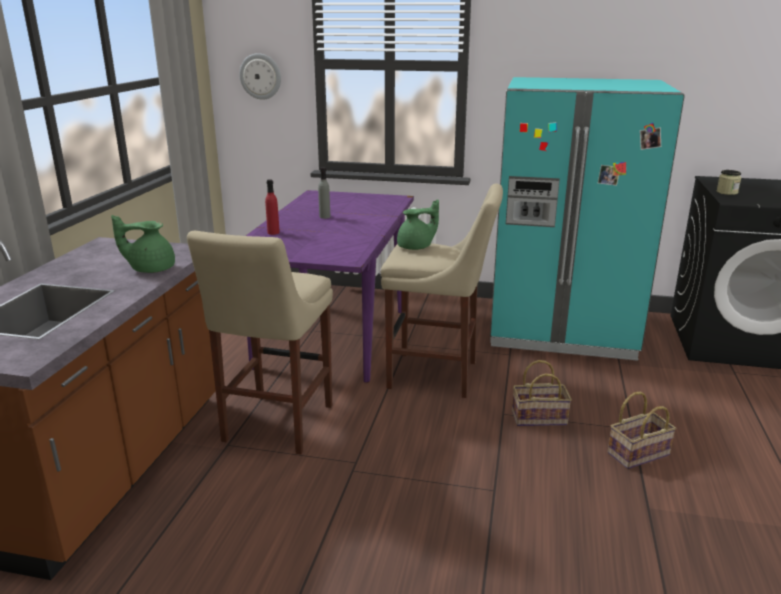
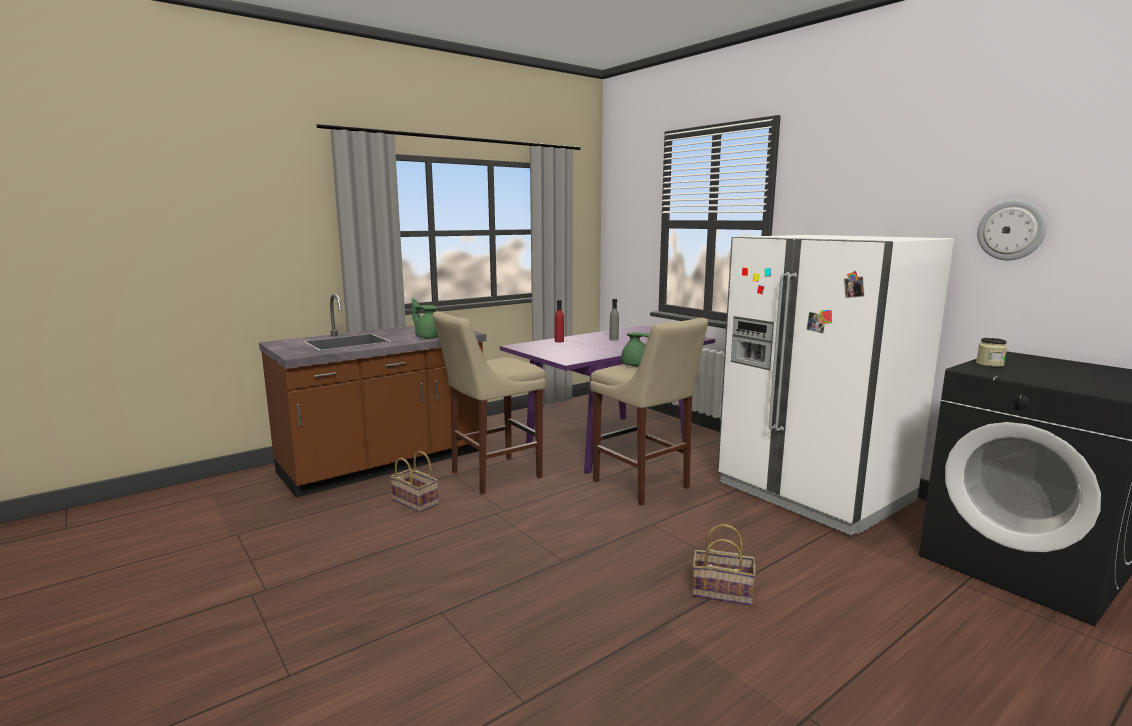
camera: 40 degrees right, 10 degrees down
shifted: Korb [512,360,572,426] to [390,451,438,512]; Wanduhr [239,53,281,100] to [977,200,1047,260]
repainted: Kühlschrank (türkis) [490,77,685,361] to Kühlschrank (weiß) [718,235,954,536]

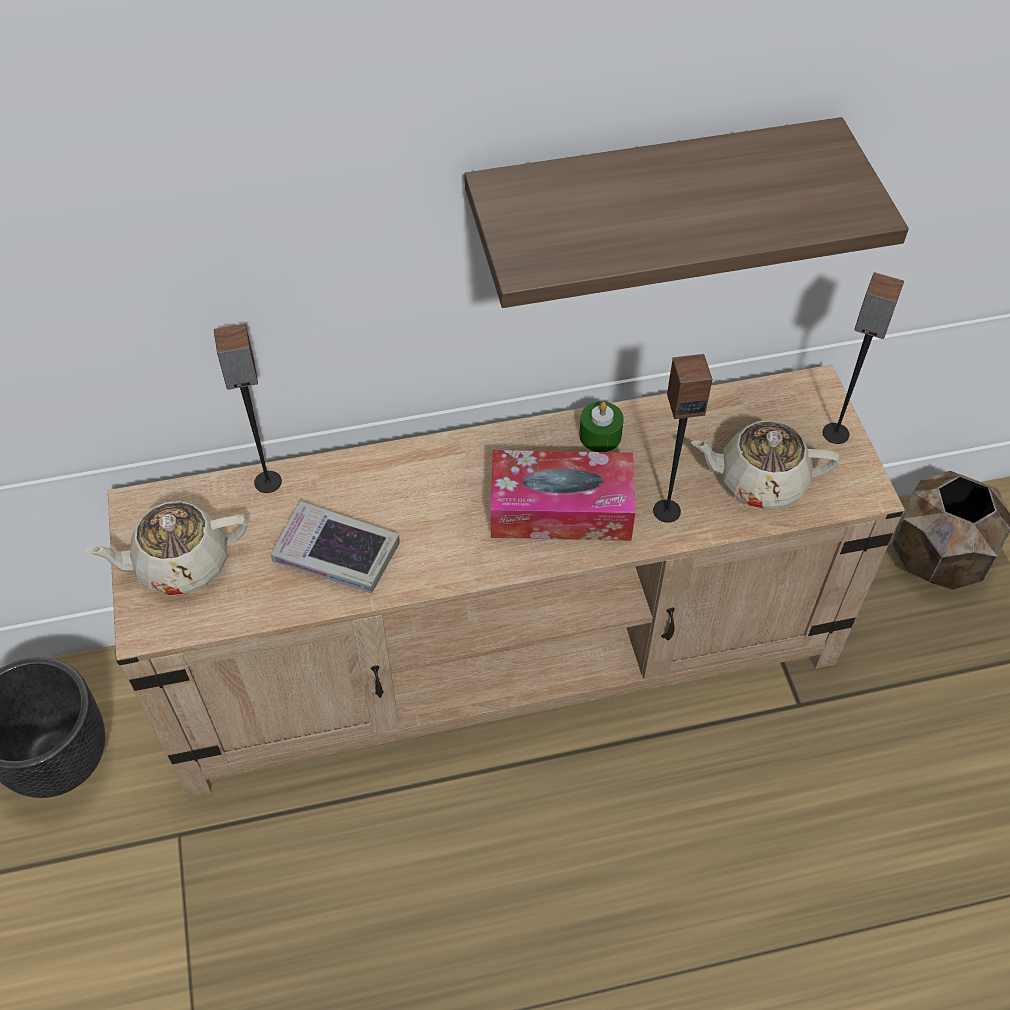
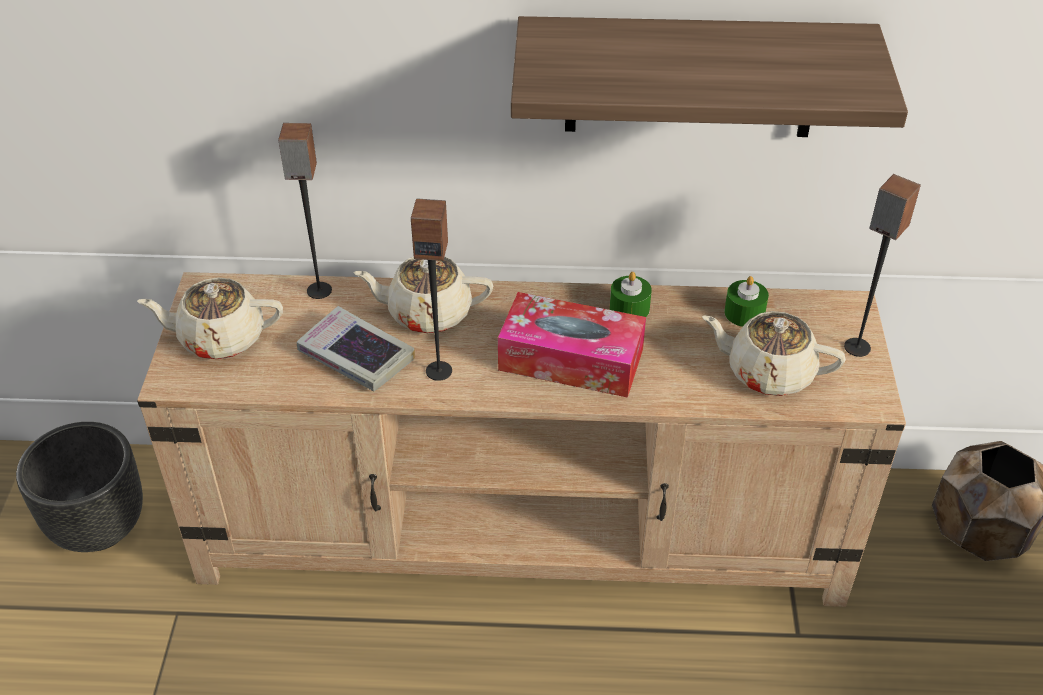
camera: 15 degrees right, 10 degrees down
new: Teekanne (beige) [353,256,493,333]; Kerze (grün) [724,276,769,327]
shifted: Lautsprecher [653,354,712,522] to [411,198,452,381]

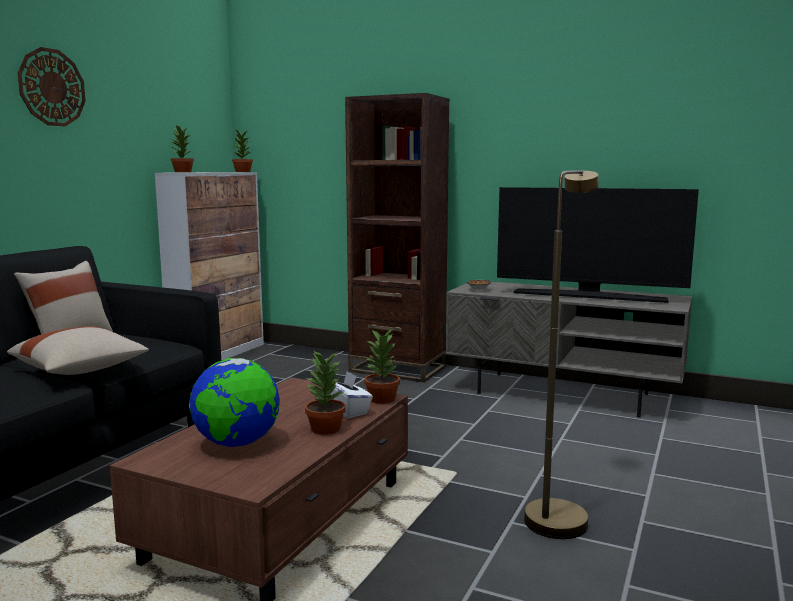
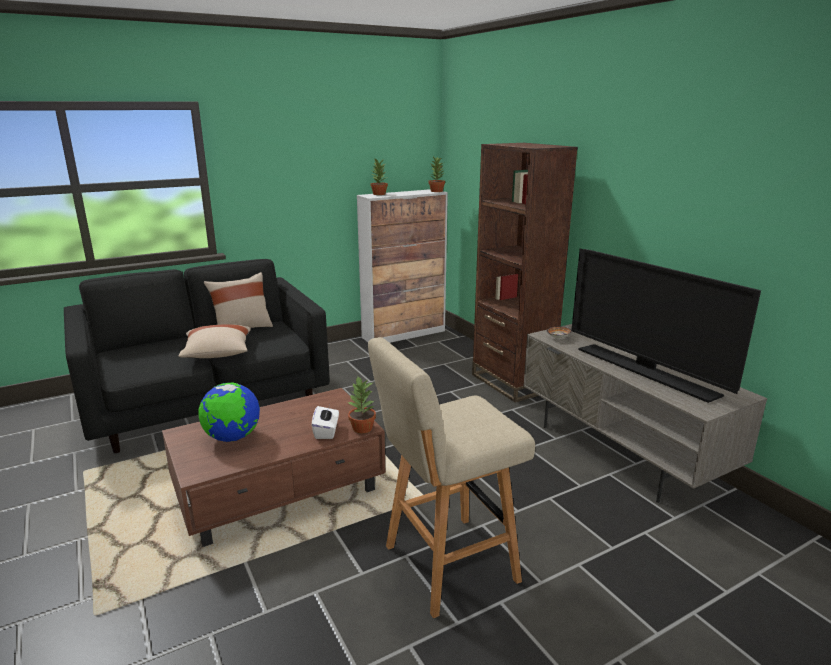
camera: 35 degrees right, 10 degrees up
gone: Wanduhr [18,47,86,126]; Topfpflanze [305,351,346,435]
swapped: Stehlampe (braun) [524,170,599,539] to Hocker (beige) [368,337,535,618]

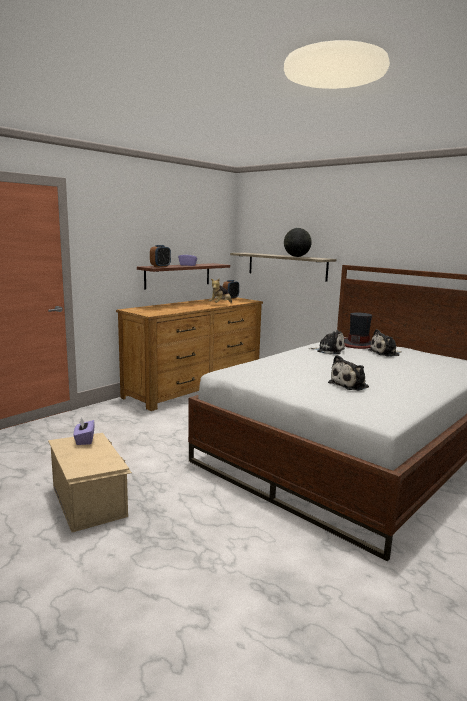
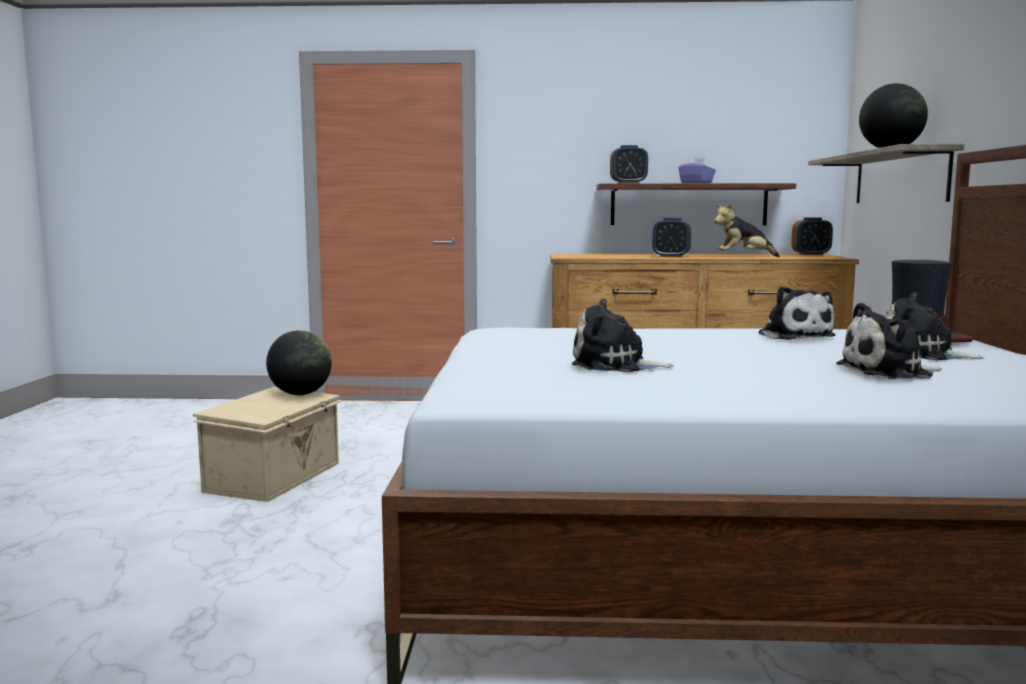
camera: 50 degrees right, 5 degrees down
new: Wecker [652,218,692,257]; Plüschtier [836,302,942,379]
swapped: Taschentuchbox (lila) [73,417,95,445] to Globus [266,330,332,395]

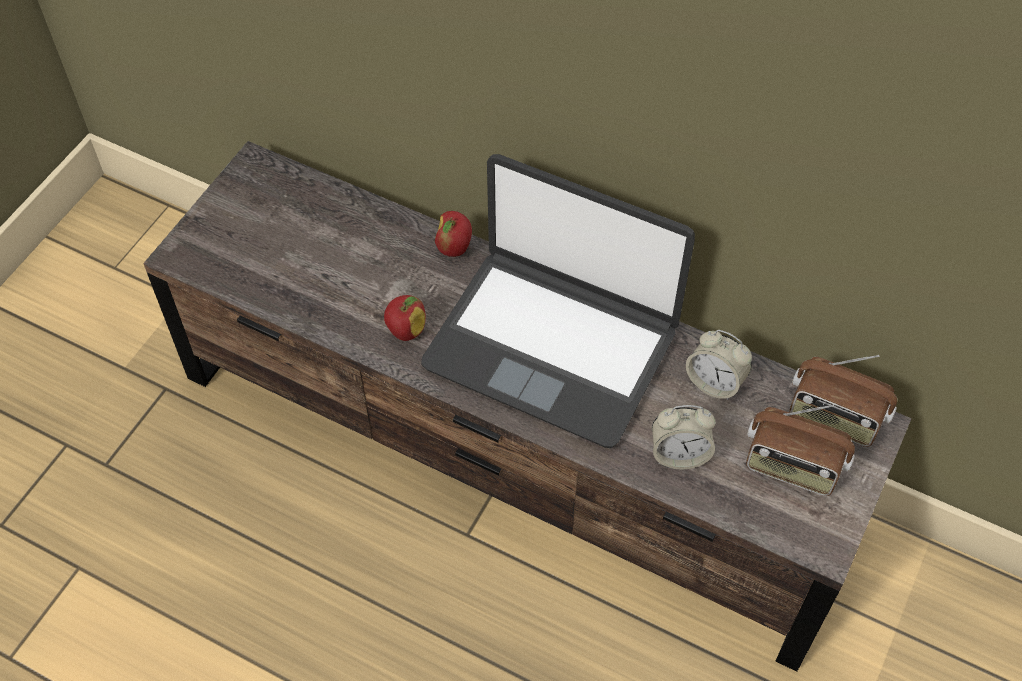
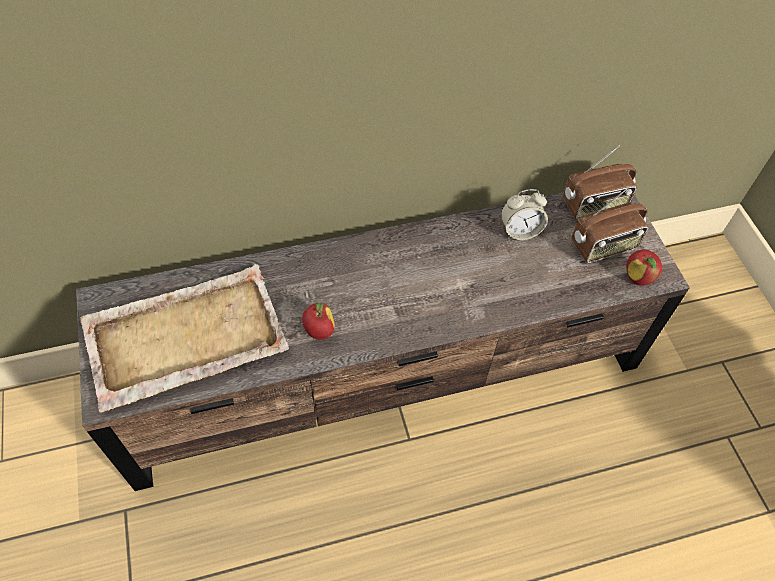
camera: 45 degrees left, 0 degrees up
gone: Laptop [421,154,695,448]; Wecker [652,405,716,469]
new: Tablett (beige) [80,264,289,413]
shifted: Apfel [435,211,472,257] to [627,249,662,286]

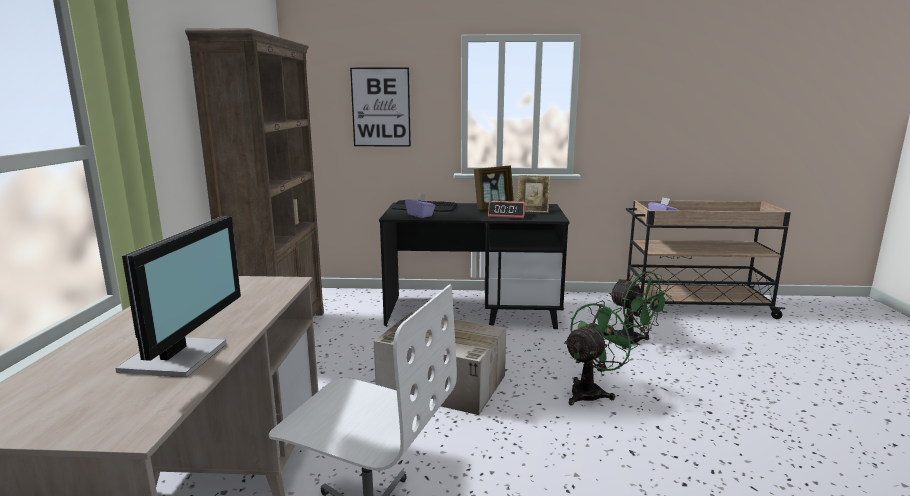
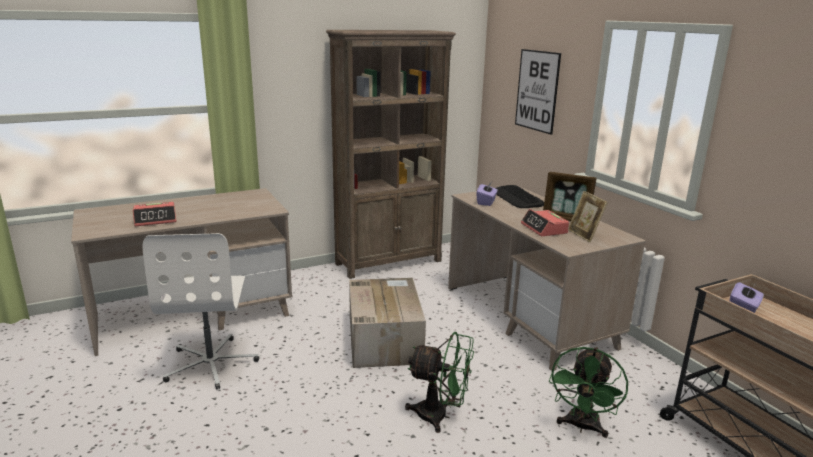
camera: 60 degrees right, 5 degrees up
swapped: Monitor [115,216,241,377] to Wecker [133,202,177,226]
repainted: Schreibtisch (schwarz) [379,203,570,329] to Schreibtisch (beige) [448,186,646,371]

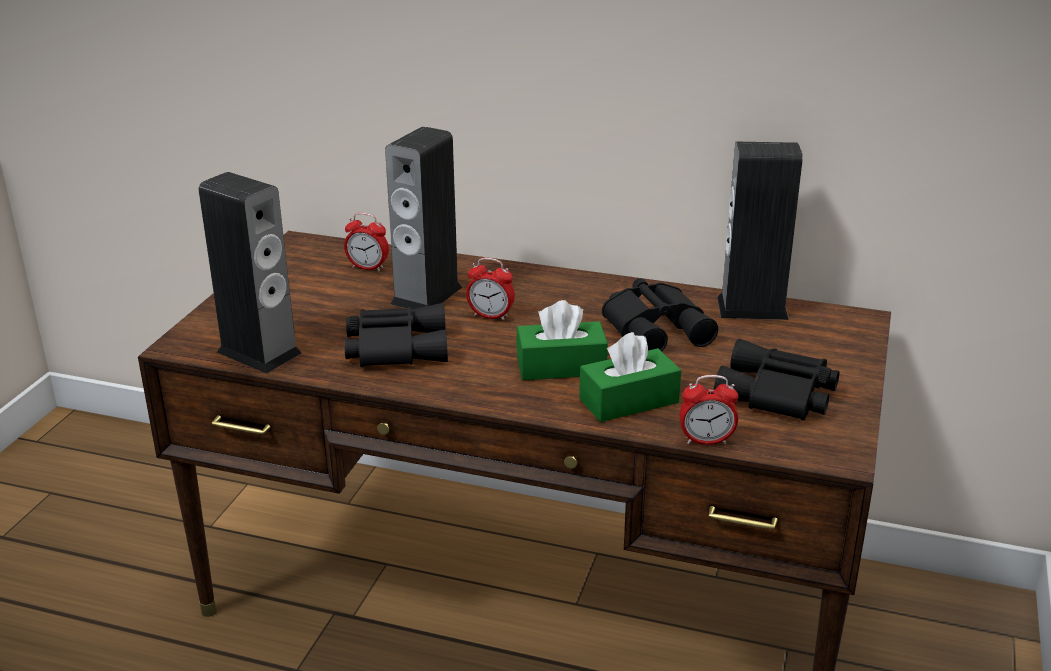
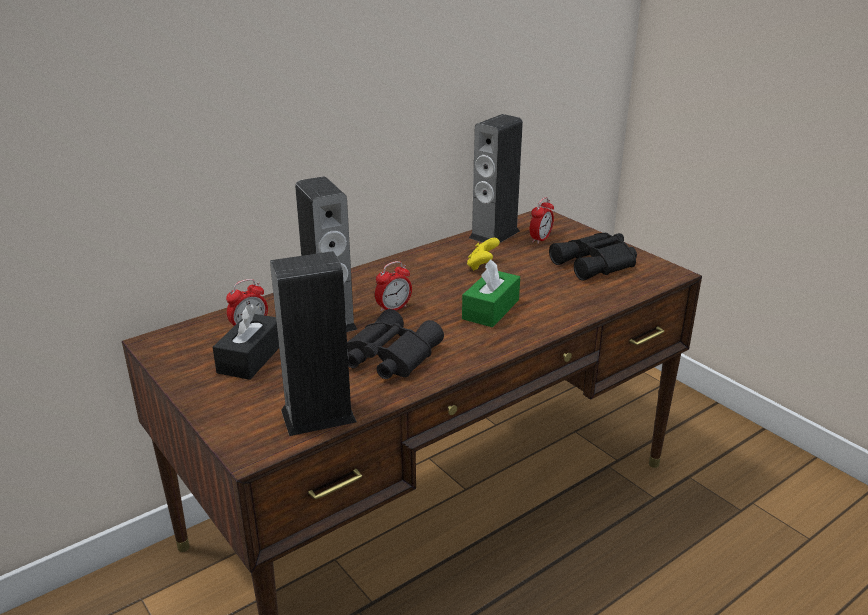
camera: 55 degrees left, 0 degrees up
gone: Taschentuchbox (grün) [579,332,681,422]
new: Taschentuchbox (schwarz) [213,304,279,380]
shifted: Wecker [680,375,738,445] to [530,197,554,244]
swapped: Fernglas (schwarz) [602,278,718,351] to Gamepad (gelb) [467,238,500,271]

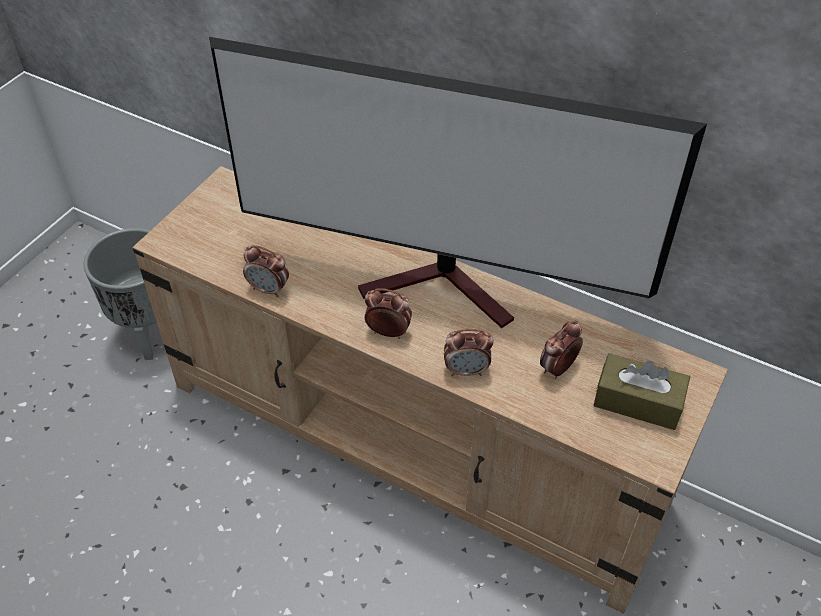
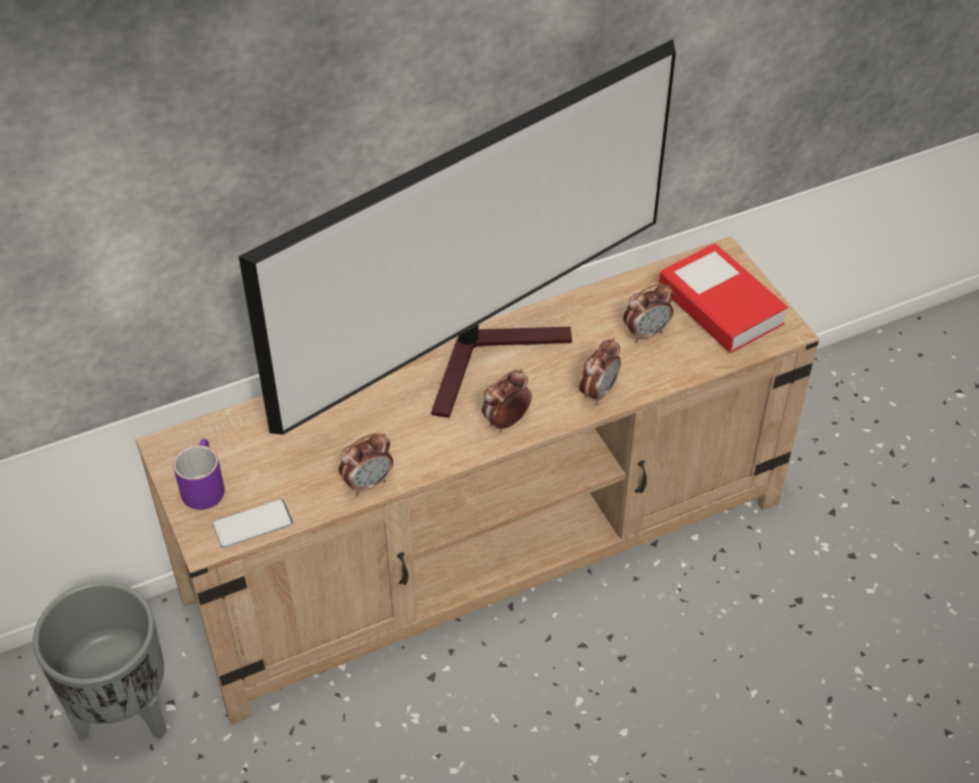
camera: 55 degrees left, 0 degrees up
new: Henkelbecher (lila) [173,439,225,510]; Handy [212,499,293,548]
swapped: Taschentuchbox (braun) [593,353,690,430] to Buch [659,243,788,353]
rotated: Wecker [540,320,583,379] = [623,283,674,342] 105 degrees counterclockwise

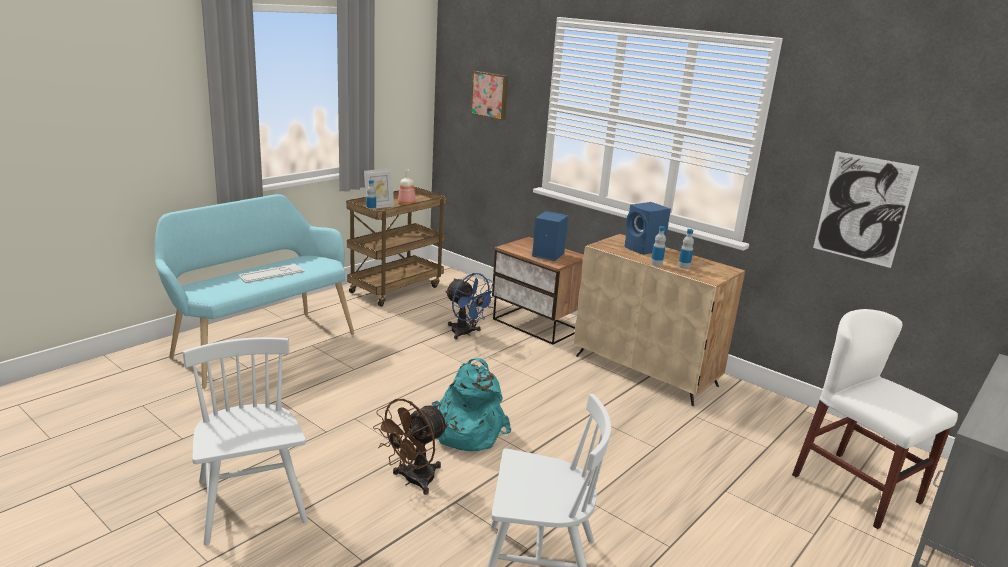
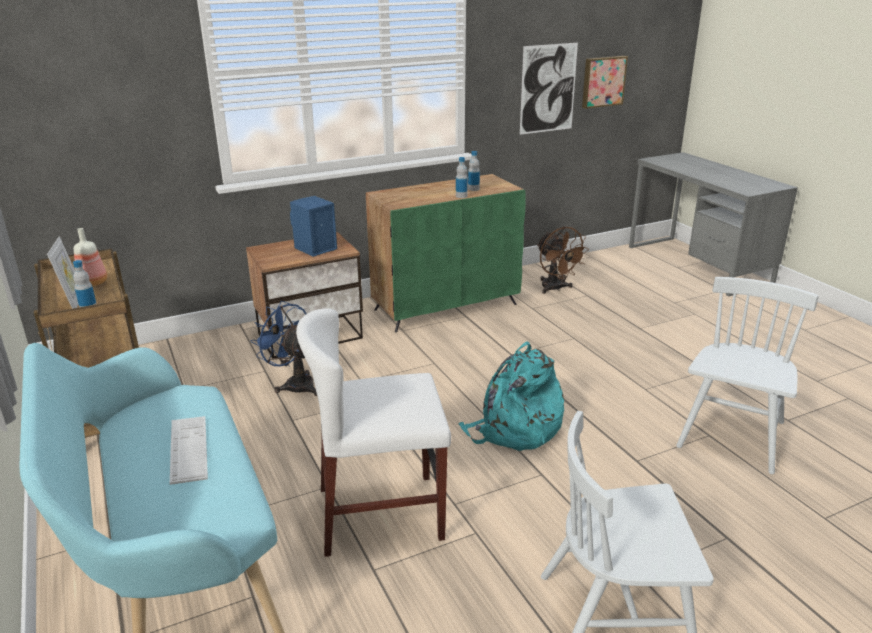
camera: 65 degrees left, 5 degrees up
gone: Lautsprecher (blau) [624,202,671,255]
shifted: Stuhl (weiß) [792,309,958,529] to [296,308,451,557]; Ventilator (braun) [373,399,448,495] to [537,226,589,294]; Bild [470,71,508,120] to [582,56,628,109]
repainted: Schrank (beige) [574,234,745,406] to Schrank (grün) [366,174,526,332]
rotated: Ventilator (blau) [445,273,497,340] = [251,301,317,396] 120 degrees counterclockwise

